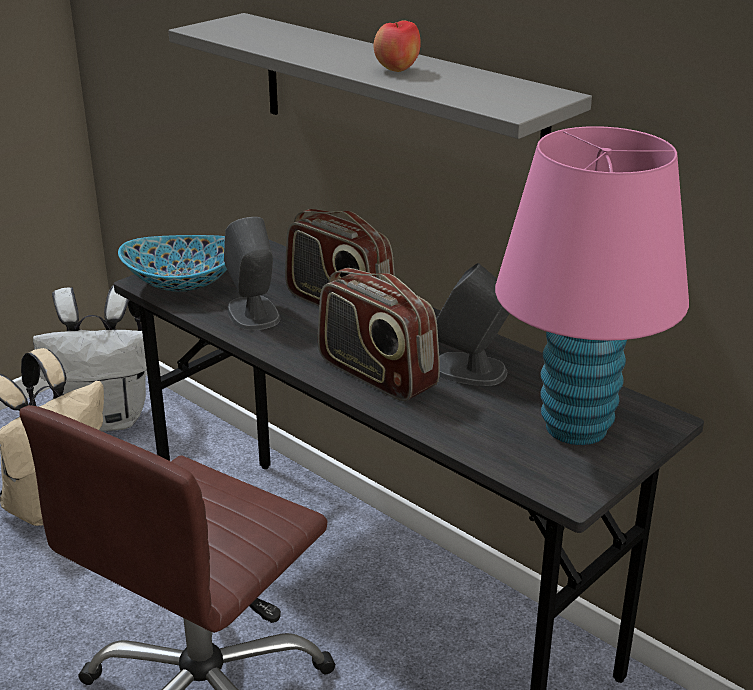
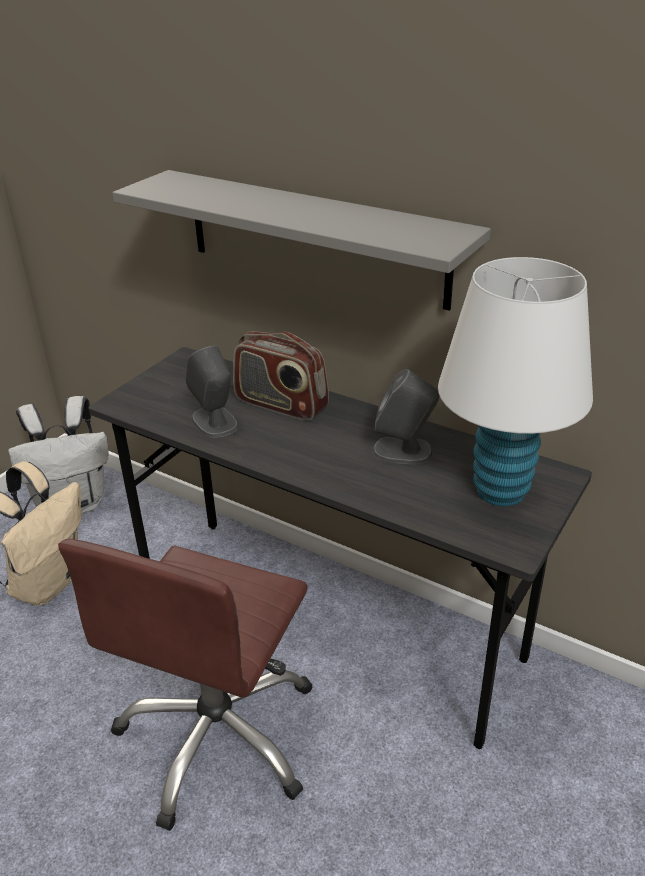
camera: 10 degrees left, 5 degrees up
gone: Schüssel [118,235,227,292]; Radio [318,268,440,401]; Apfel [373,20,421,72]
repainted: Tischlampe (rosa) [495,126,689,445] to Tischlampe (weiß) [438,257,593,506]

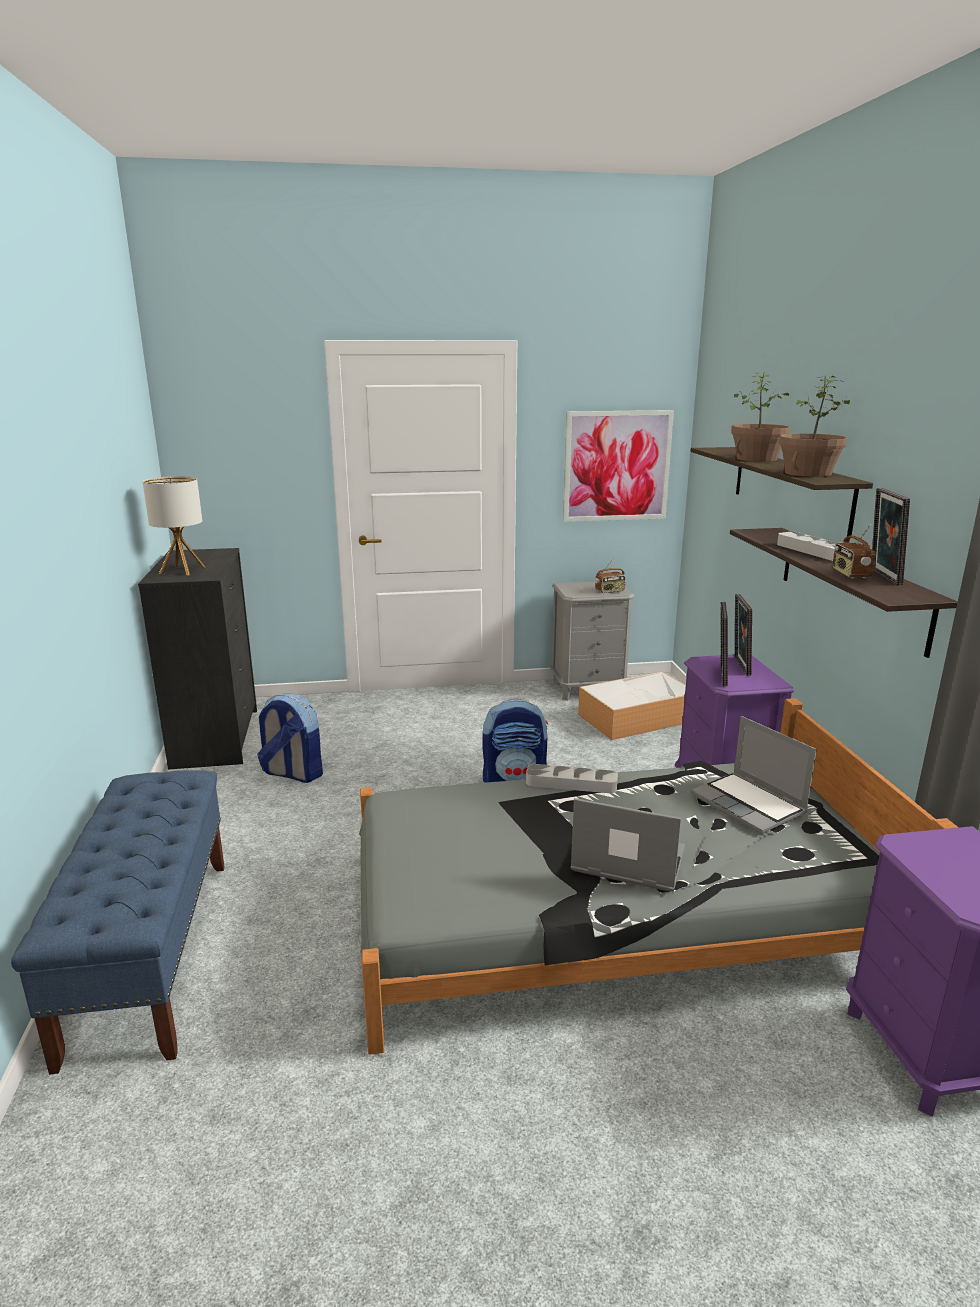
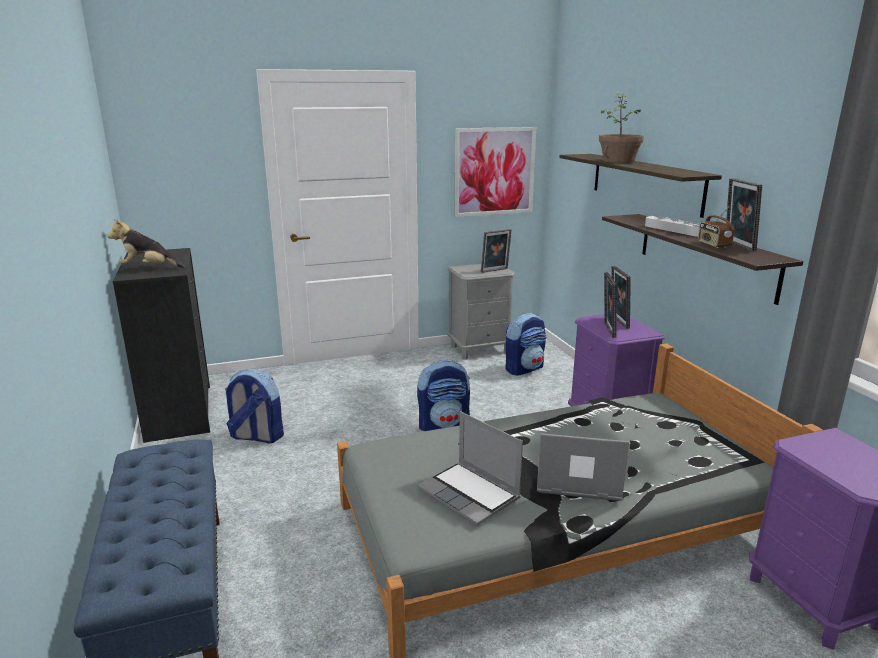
camera: 10 degrees left, 0 degrees up
gone: Tablett (grau) [526,764,618,793]; Topfpflanze [779,376,850,477]
shifted: Laptop [691,716,817,834] to [417,411,523,526]
swapped: Tischlampe [142,476,205,576] to Plüschtier [108,219,186,268]; Radio [595,558,626,593] to Bilderrahmen [481,229,512,273]; Aufbewahrungsbox [578,671,686,740] to Rucksack [505,313,546,376]

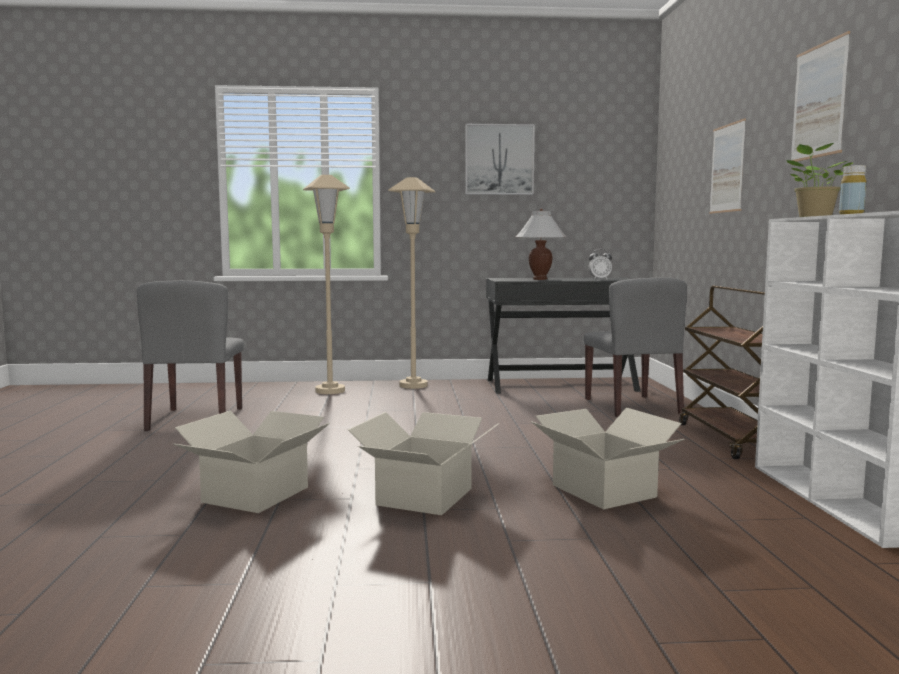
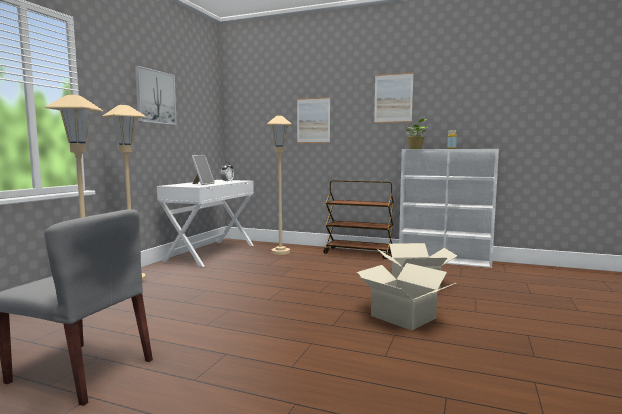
camera: 65 degrees left, 0 degrees up
gone: Karton [174,411,330,513]
swapped: Tischlampe (weiß) [515,209,566,280] to Bilderrahmen [192,155,215,185]; Stuhl (grau) [584,277,687,417] to Stehlampe (beige) [267,116,292,255]
repainted: Schreibtisch (schwarz) [486,278,641,394] to Schreibtisch (weiß) [157,180,254,267]

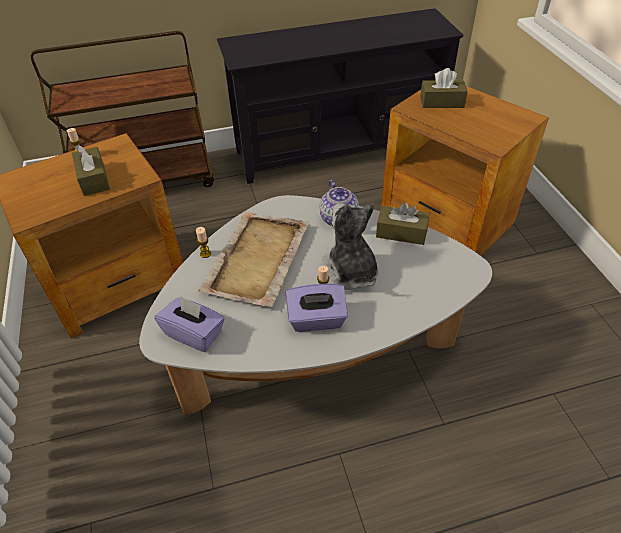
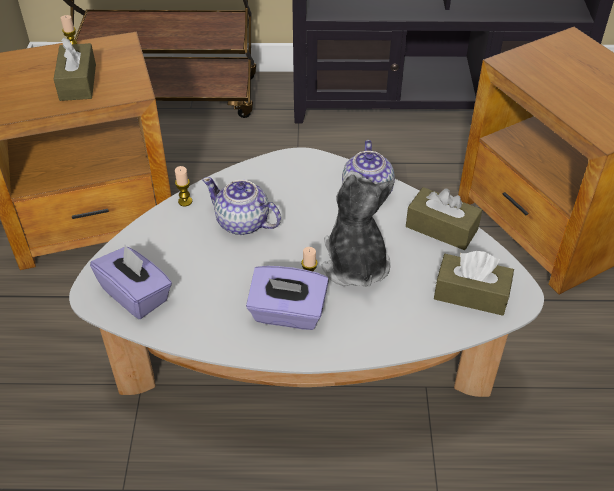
camera: 15 degrees right, 0 degrees up
shifted: Taschentuchbox (braun) [420,68,468,108] to [434,251,514,316]
swapped: Tablett (beige) [198,212,309,307] to Teekanne [202,177,281,235]

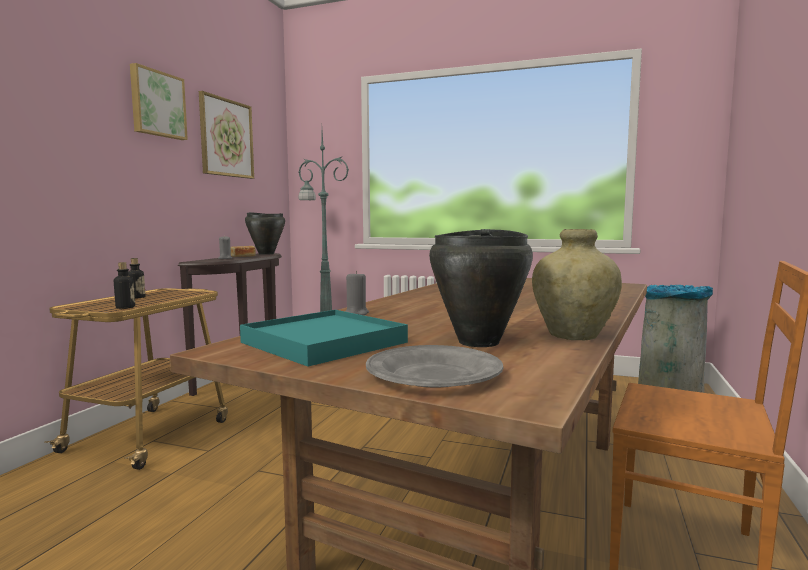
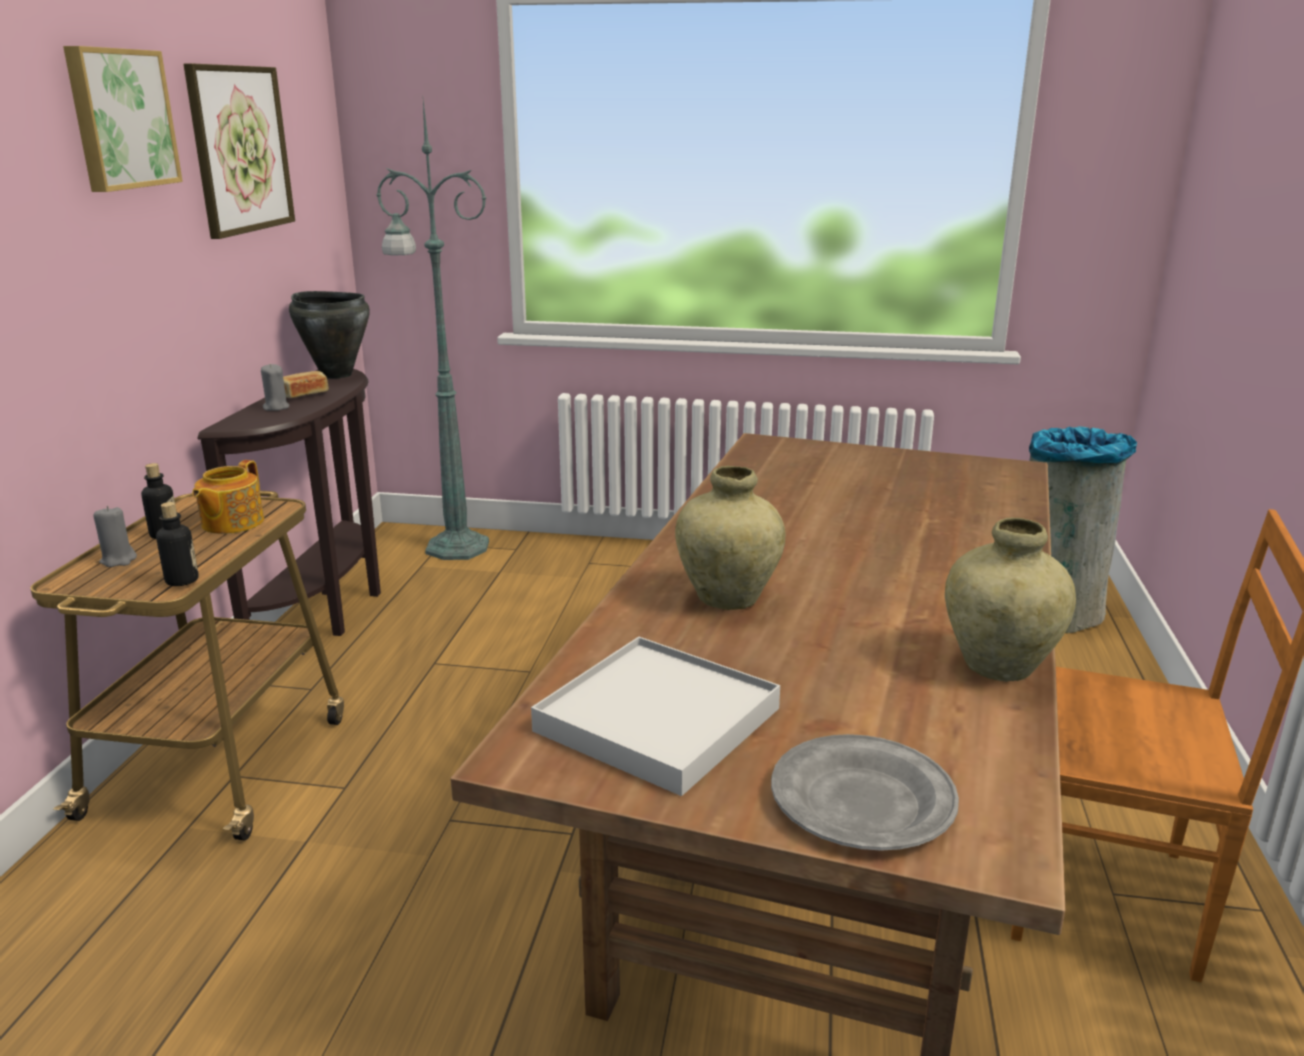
camera: 10 degrees left, 15 degrees up
gone: Kochtopf (schwarz) [429,229,533,347]
new: Teekanne [192,460,264,534]; Vase (beige) [675,465,785,610]
shifted: Kerze (grau) [345,271,369,315] to [93,506,137,567]
repainted: Tablett (türkis) [240,310,408,367] to Tablett (weiß) [531,637,780,796]

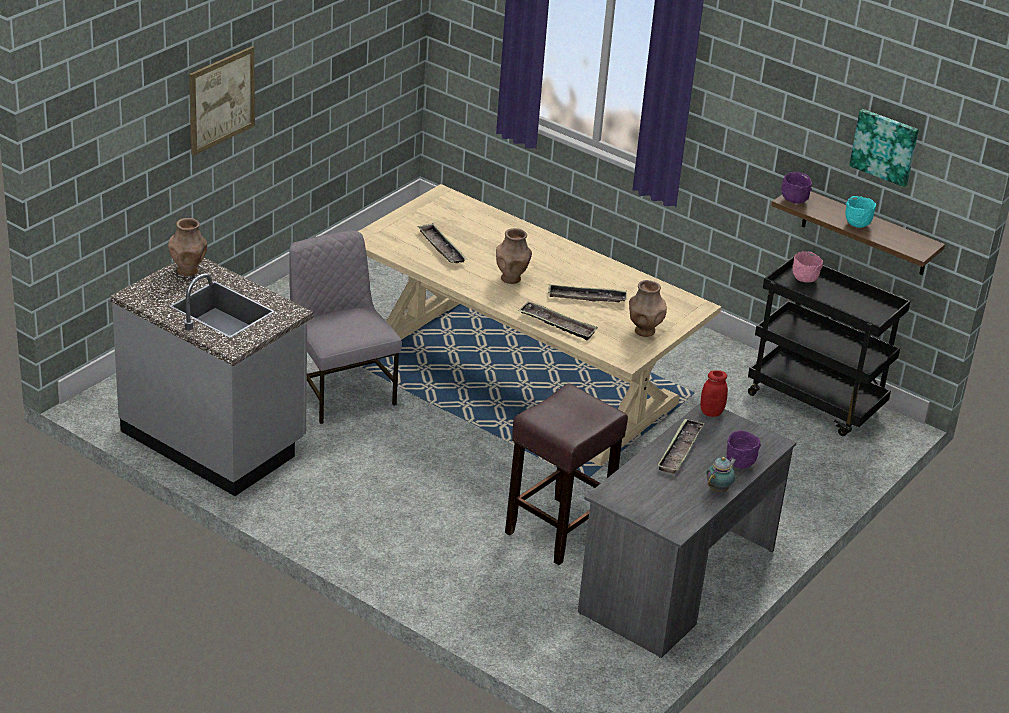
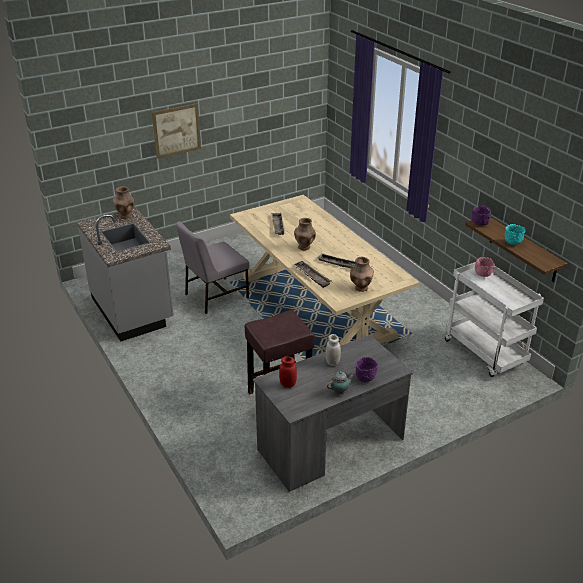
camera: 25 degrees right, 0 degrees up
gone: Bild [849,109,919,187]
shifted: Vorratsglas (rot) [700,370,728,417] to [279,356,297,388]
swapped: Tablett [657,418,705,474] to Vorratsglas (weiß) [326,334,341,366]
repainted: Rollwagen (schwarz) [748,254,910,436] to Rollwagen (weiß) [445,262,544,377]
rotated: Stuhl (grau) [289,231,402,424] = [176,221,249,314] 120 degrees counterclockwise

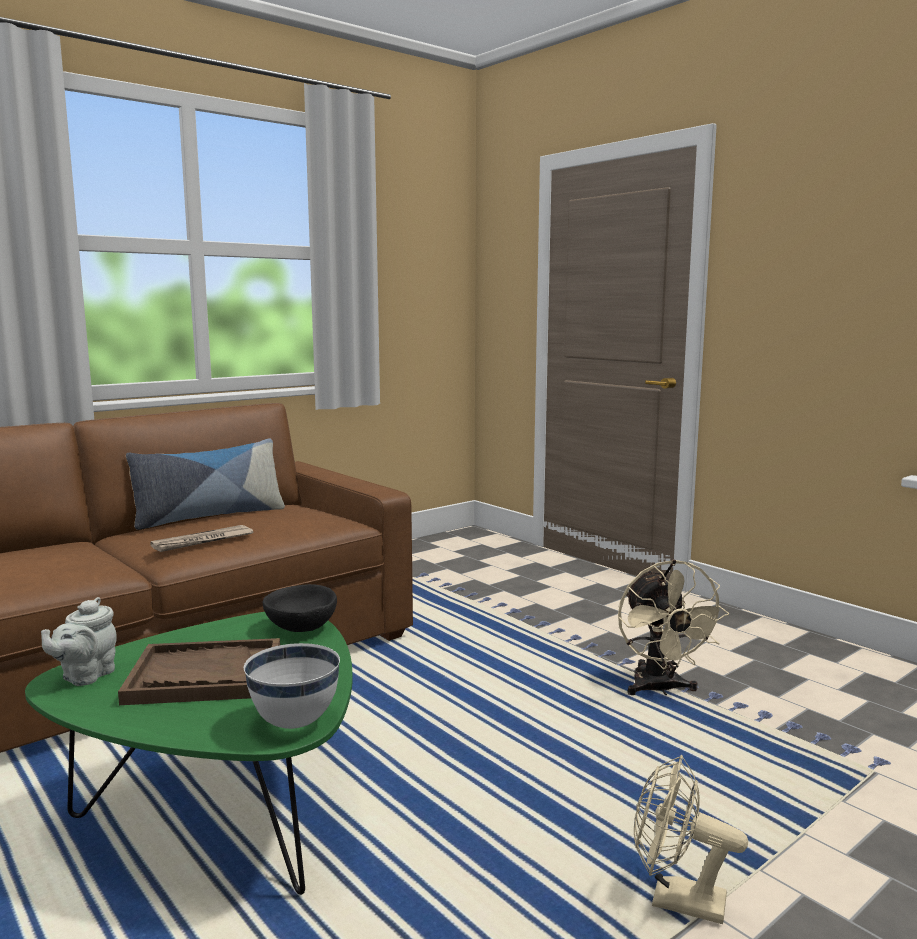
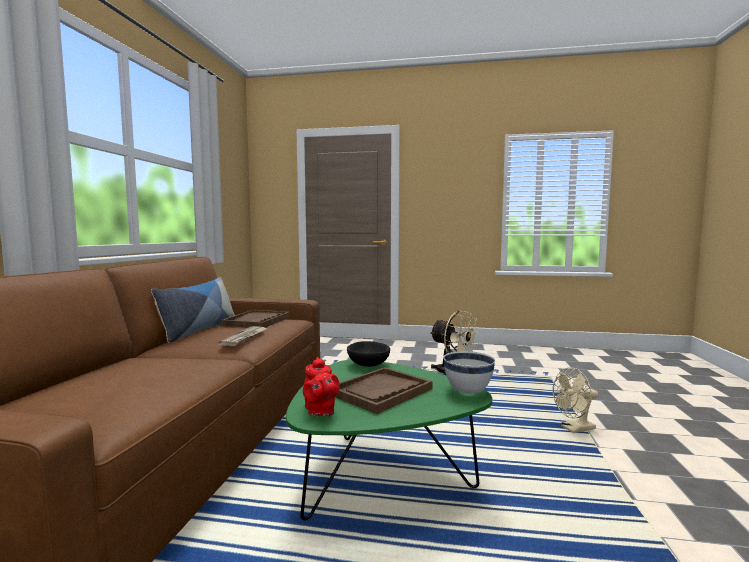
camera: 40 degrees left, 5 degrees down
new: Tablett (braun) [221,310,291,328]
repainted: Teekanne (grau) [41,597,117,686] to Teekanne (rot) [303,357,340,416]

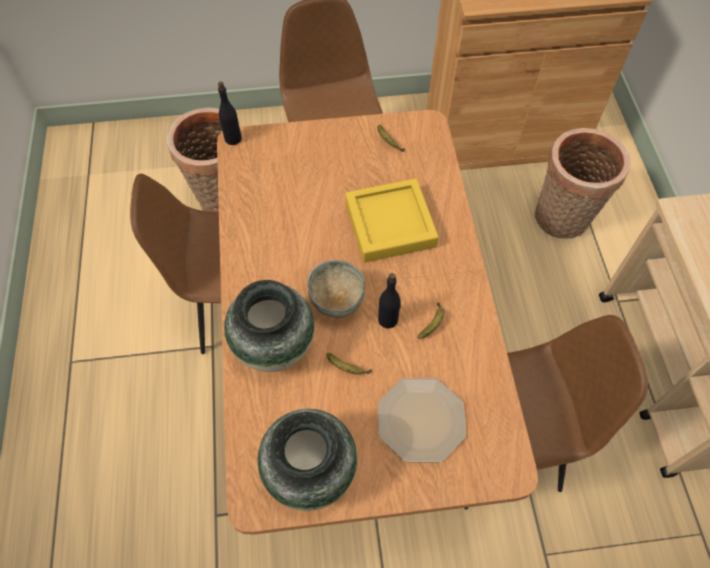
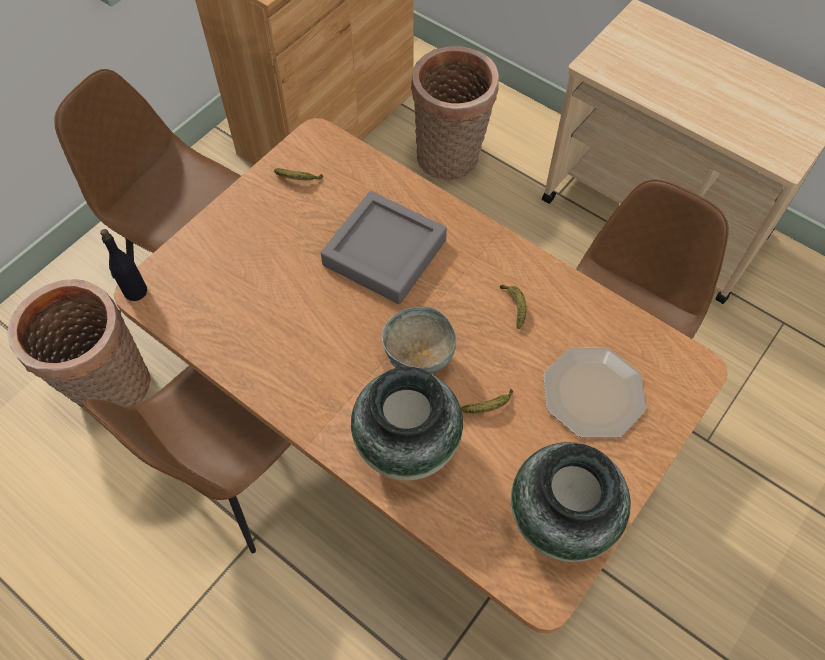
camera: 45 degrees left, 0 degrees up
gone: Flasche (schwarz) [378,273,401,328]
repainted: Tablett (gelb) [345,179,439,263] to Tablett (grau) [321,191,447,304]

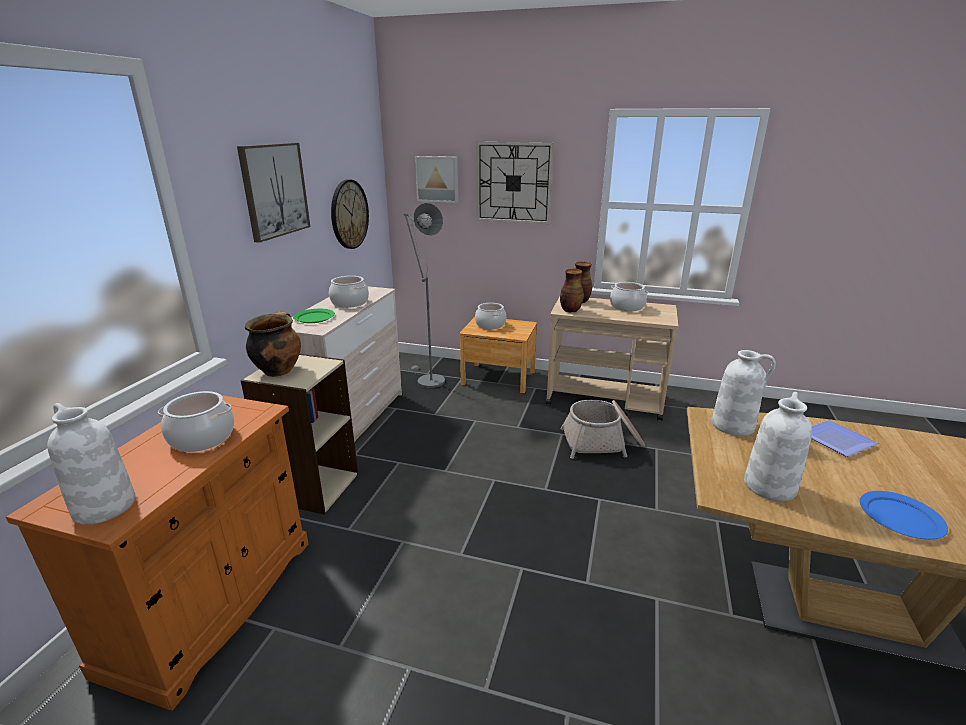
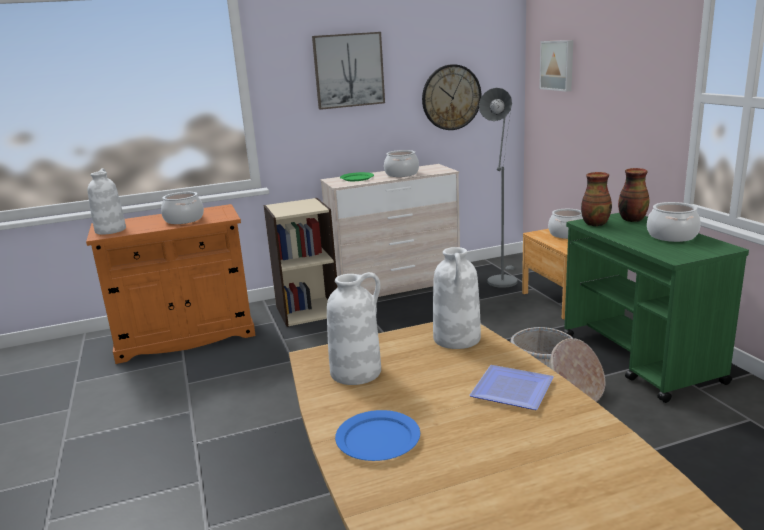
camera: 55 degrees right, 5 degrees down
gone: Kochtopf [245,311,301,377]; Wanduhr [476,142,554,224]
repainted: Rollwagen (beige) [546,297,679,421] to Rollwagen (grün) [563,213,749,403]

